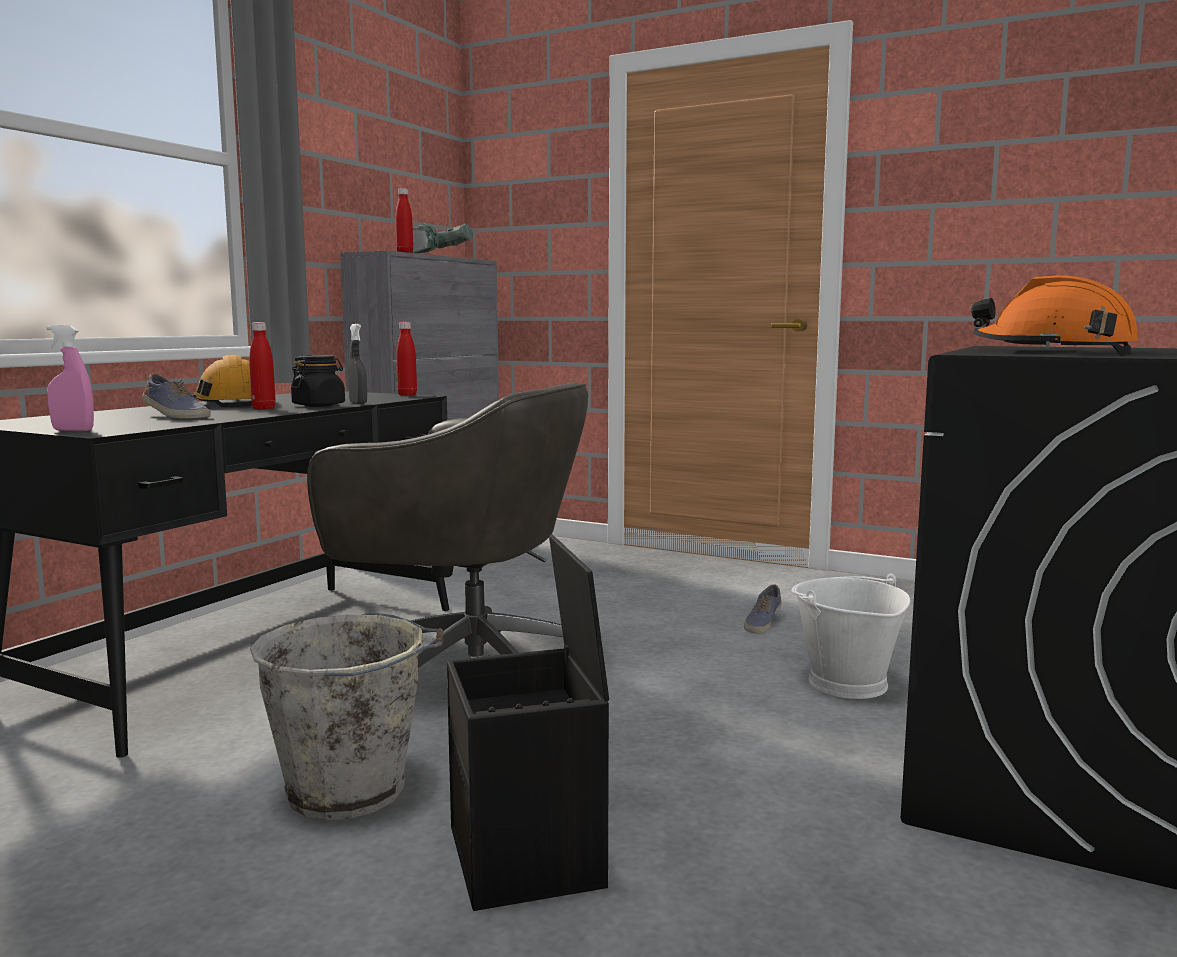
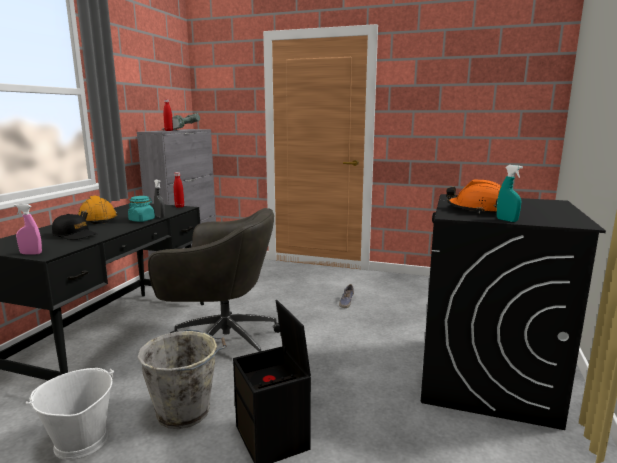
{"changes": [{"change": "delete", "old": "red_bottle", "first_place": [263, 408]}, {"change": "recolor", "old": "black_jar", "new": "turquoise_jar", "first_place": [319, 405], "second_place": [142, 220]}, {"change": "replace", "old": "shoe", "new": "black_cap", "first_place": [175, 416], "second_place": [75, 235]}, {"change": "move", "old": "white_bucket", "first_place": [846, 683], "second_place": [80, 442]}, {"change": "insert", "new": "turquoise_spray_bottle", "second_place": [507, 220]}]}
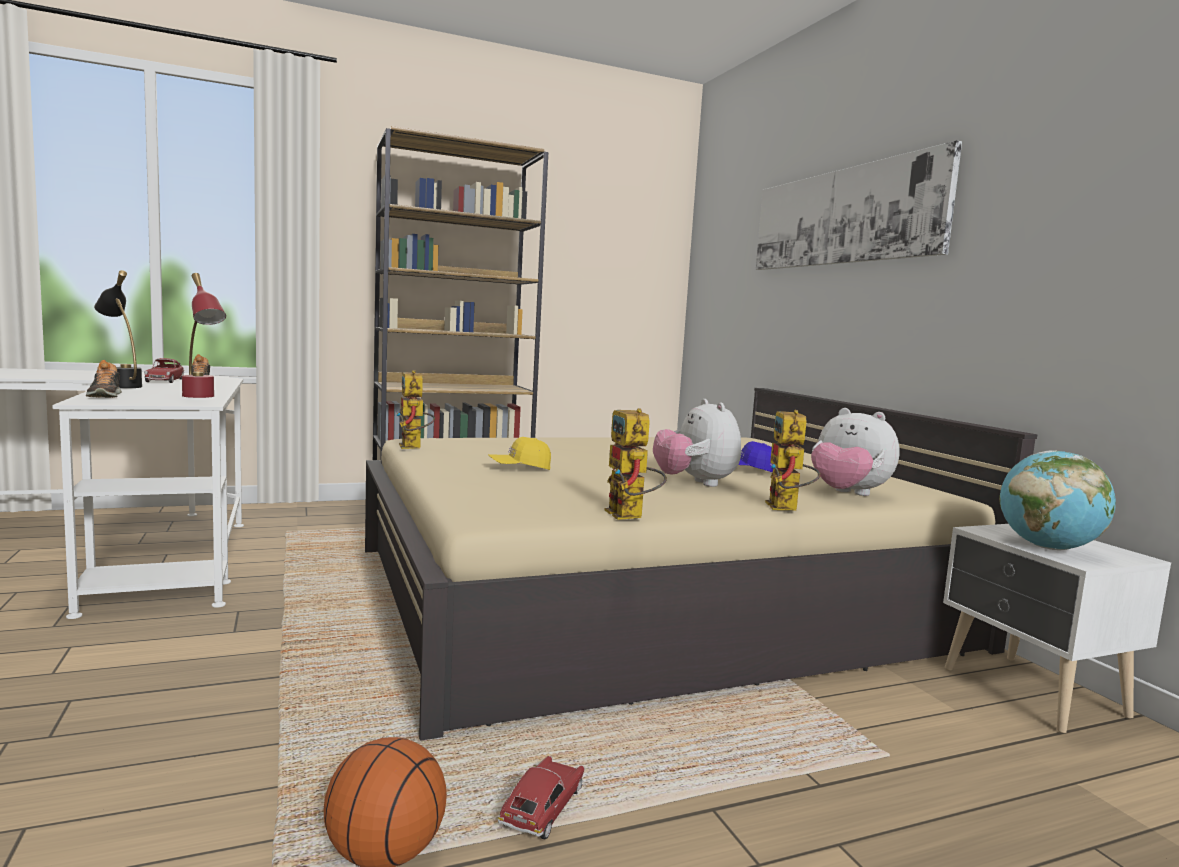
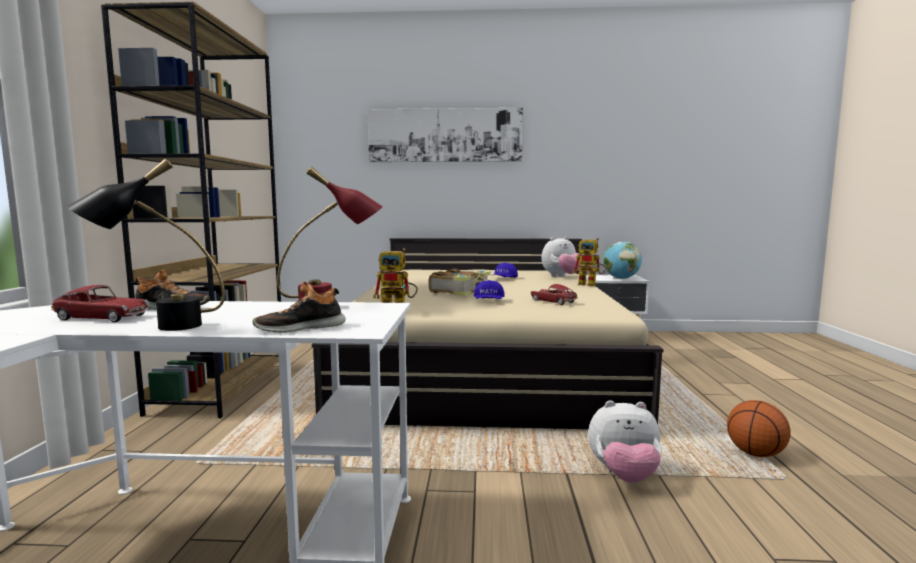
{"changes": [{"change": "rotate", "old": "shoe", "first_place": [104, 396], "second_place": [300, 328], "degrees": 150}, {"change": "move", "old": "plush_toy", "first_place": [695, 483], "second_place": [624, 476]}, {"change": "delete", "old": "toy_robot", "first_place": [630, 516]}, {"change": "recolor", "old": "yellow_cap", "new": "blue_cap", "first_place": [520, 468], "second_place": [489, 301]}, {"change": "move", "old": "toy_car", "first_place": [543, 808], "second_place": [553, 301]}, {"change": "insert", "new": "book", "second_place": [461, 291]}]}
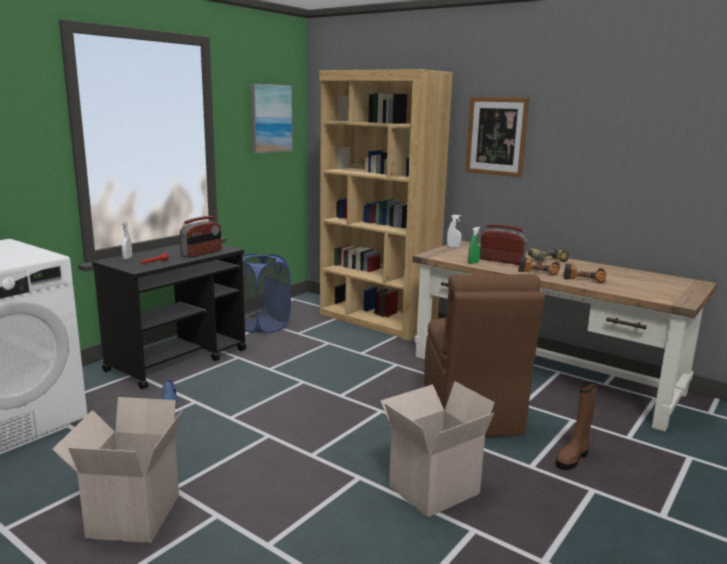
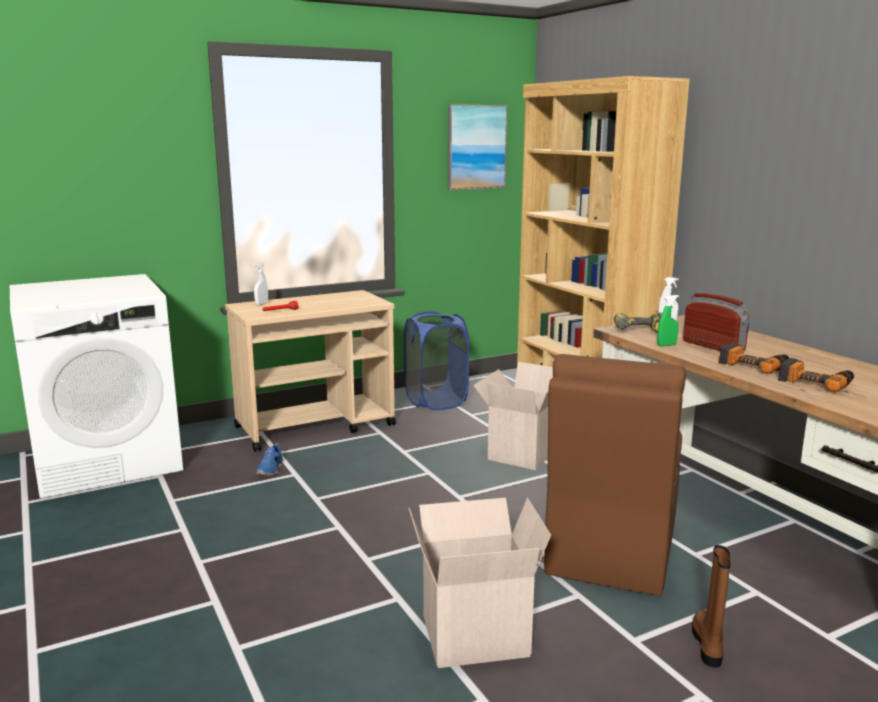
{"changes": [{"change": "delete", "old": "picture", "first_place": [496, 136]}, {"change": "delete", "old": "radio", "first_place": [202, 253]}, {"change": "recolor", "old": "black_cart", "new": "beige_cart", "first_place": [178, 360], "second_place": [316, 426]}, {"change": "move", "old": "power_drill", "first_place": [549, 261], "second_place": [639, 333]}, {"change": "rotate", "old": "brown_boot", "first_place": [573, 458], "second_place": [708, 645], "degrees": 120}, {"change": "move", "old": "cardboard_box", "first_place": [132, 514], "second_place": [521, 453]}]}
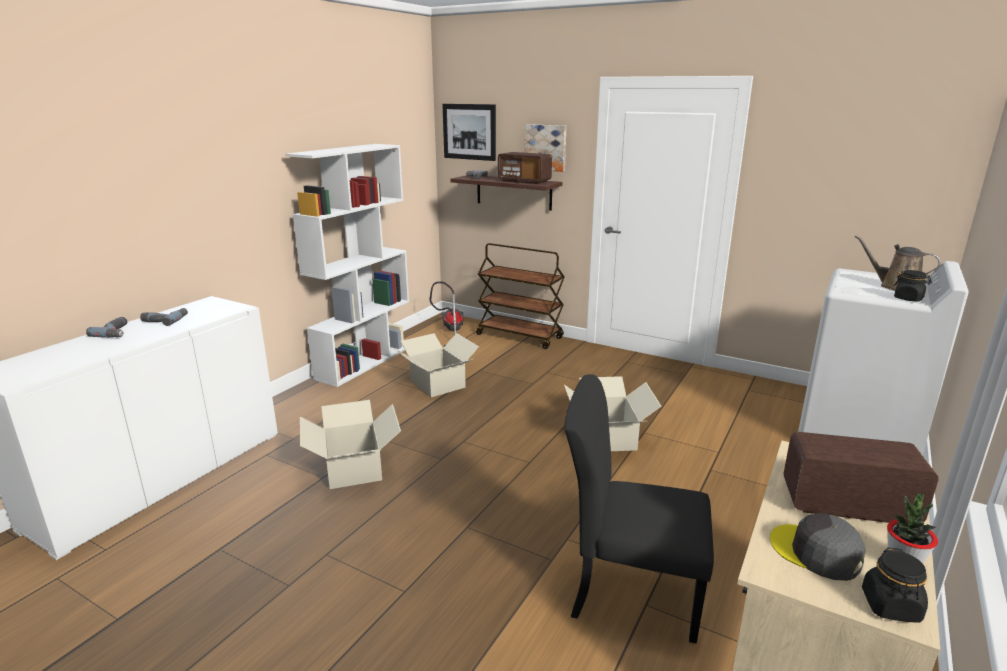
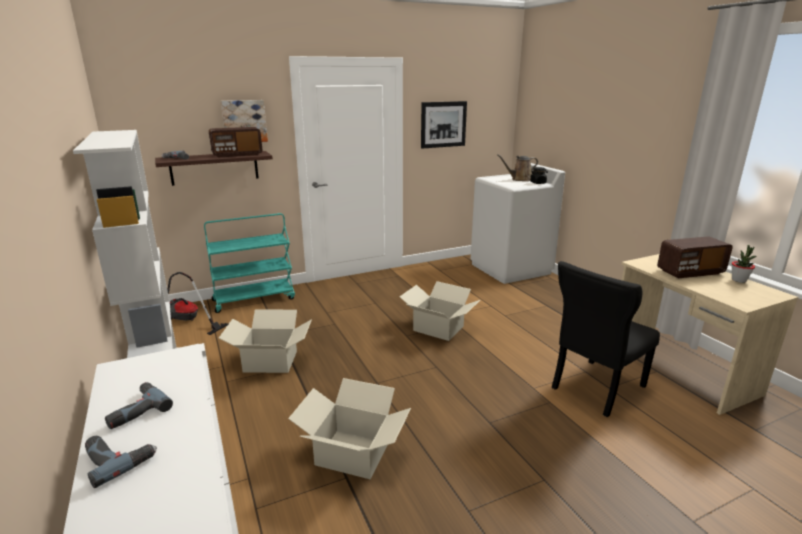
{"changes": [{"change": "move", "old": "picture", "first_place": [469, 132], "second_place": [443, 124]}, {"change": "recolor", "old": "brown_cart", "new": "turquoise_cart", "first_place": [520, 336], "second_place": [254, 299]}, {"change": "rotate", "old": "radio", "first_place": [848, 505], "second_place": [690, 272], "degrees": -150}, {"change": "delete", "old": "grey_cap", "first_place": [815, 552]}, {"change": "delete", "old": "black_jar", "first_place": [891, 606]}]}
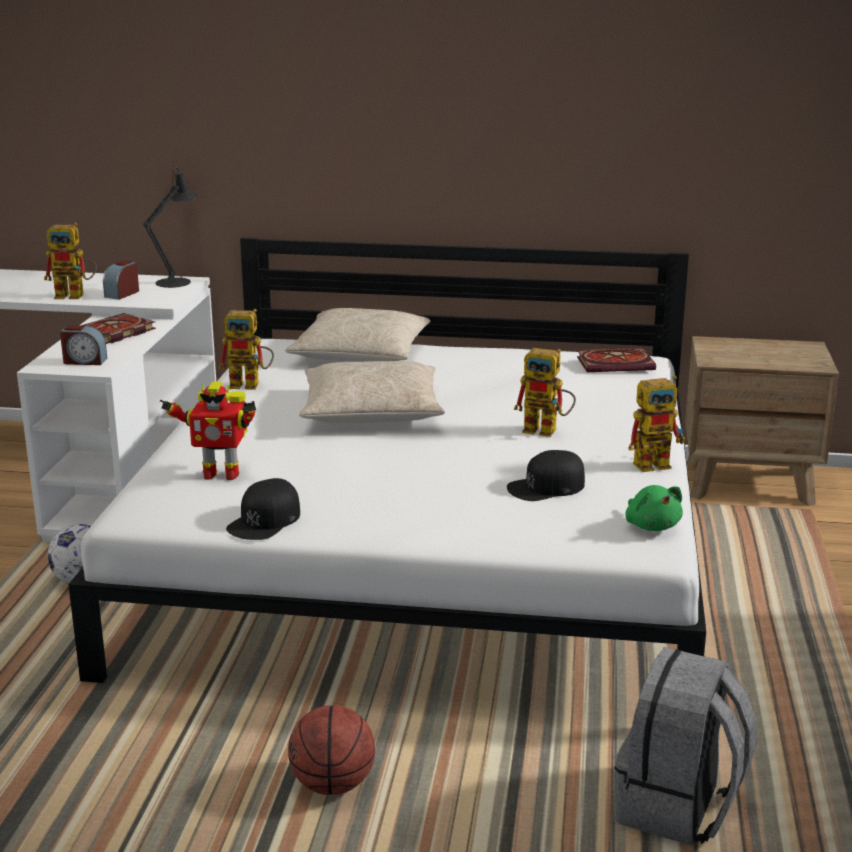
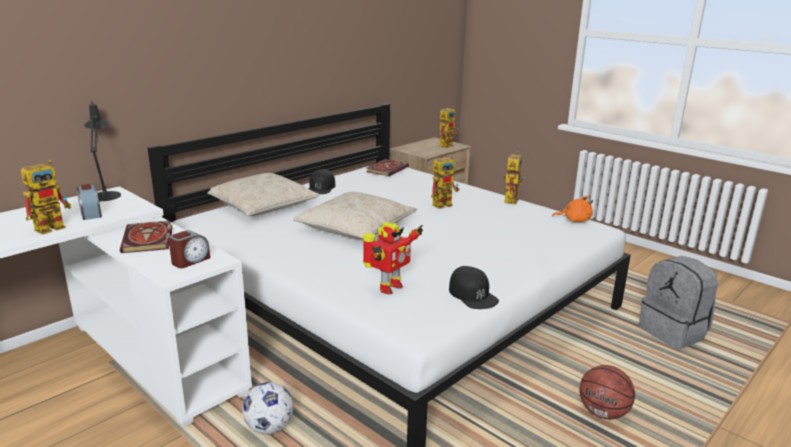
{"changes": [{"change": "move", "old": "toy_robot", "first_place": [251, 384], "second_place": [447, 145]}, {"change": "move", "old": "black_cap", "first_place": [546, 487], "second_place": [321, 187]}, {"change": "recolor", "old": "green_plush_toy", "new": "orange_plush_toy", "first_place": [651, 525], "second_place": [574, 220]}]}
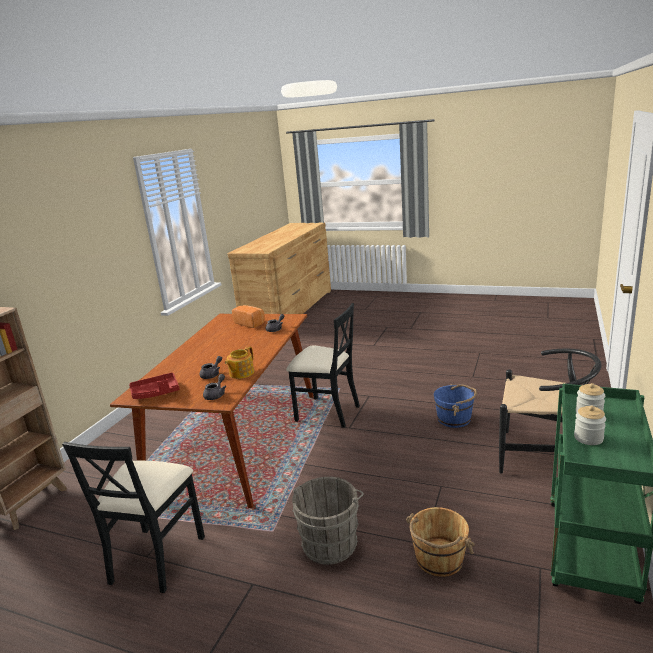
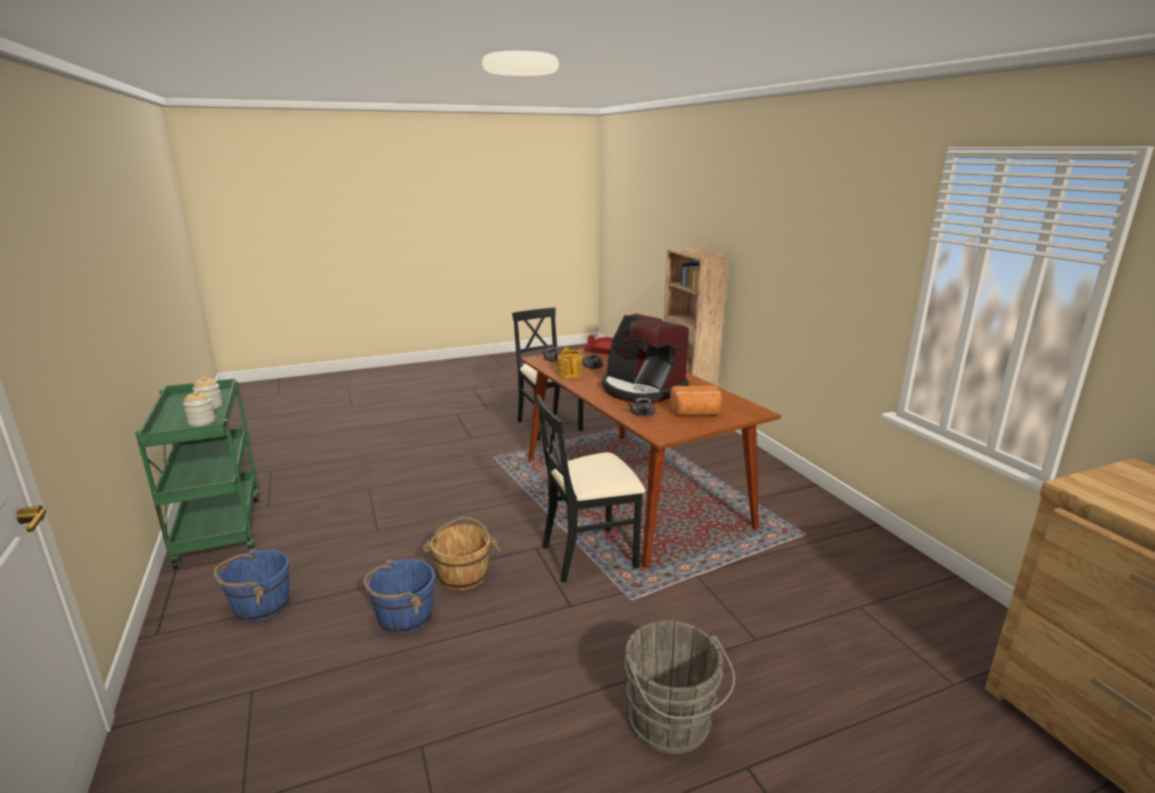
{"changes": [{"change": "replace", "old": "black_chair", "new": "blue_bucket", "first_place": [542, 456], "second_place": [260, 605]}, {"change": "move", "old": "grey_bucket", "first_place": [331, 541], "second_place": [672, 725]}, {"change": "move", "old": "brown_bucket", "first_place": [438, 559], "second_place": [463, 574]}, {"change": "insert", "new": "coffee_machine", "second_place": [641, 389]}]}
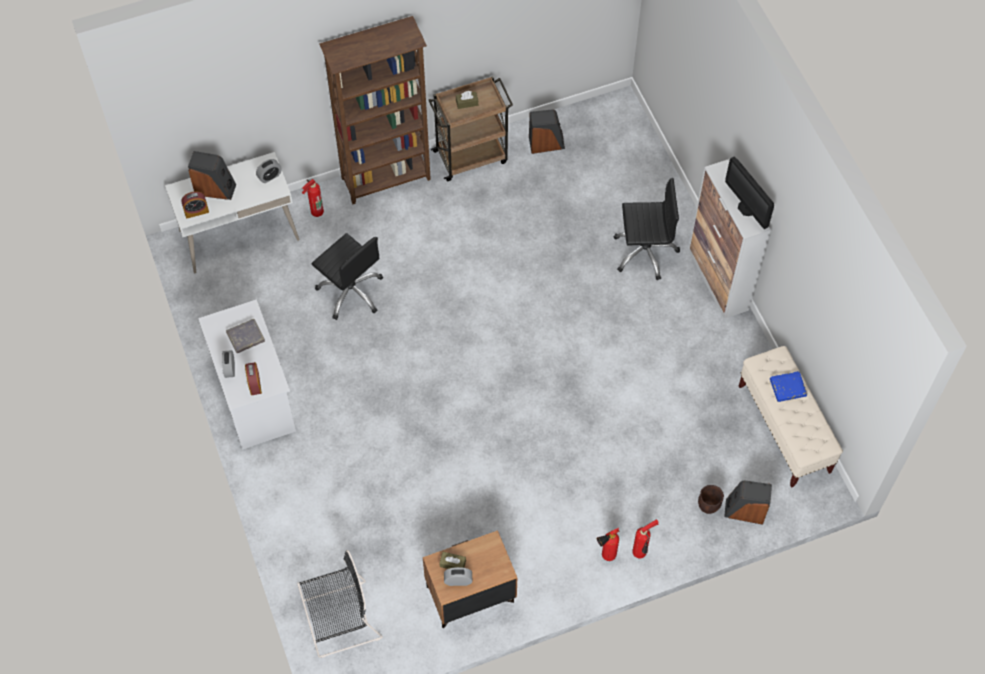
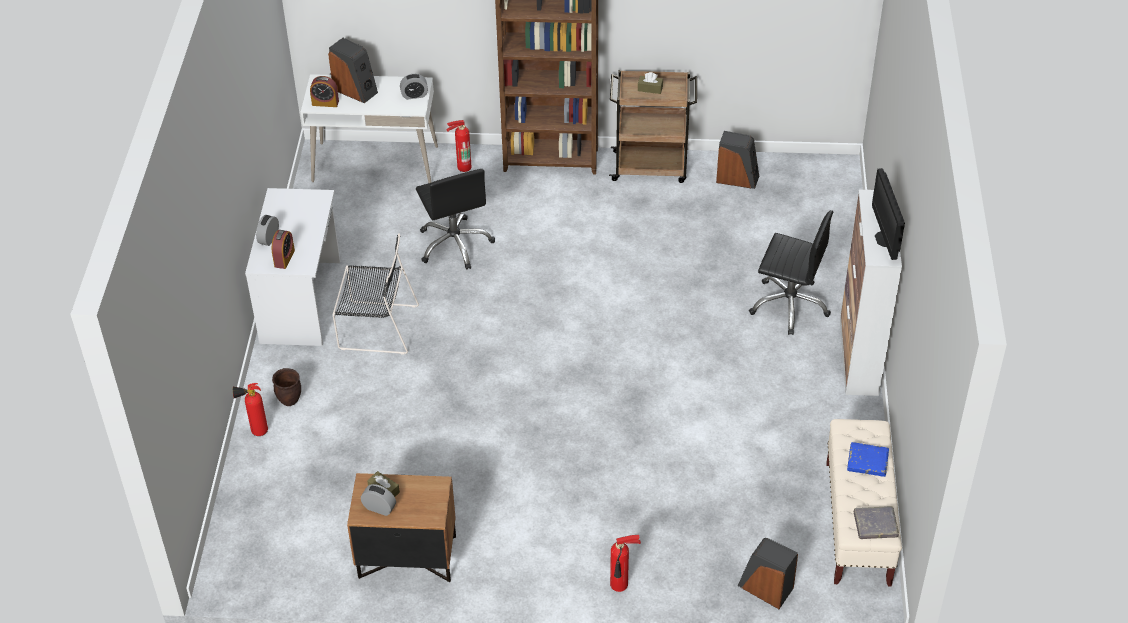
{"changes": [{"change": "move", "old": "grey_book", "first_place": [245, 337], "second_place": [875, 525]}, {"change": "move", "old": "brown_planter", "first_place": [708, 507], "second_place": [289, 401]}, {"change": "move", "old": "fire_extinguisher", "first_place": [605, 557], "second_place": [255, 432]}, {"change": "move", "old": "black_chair", "first_place": [339, 620], "second_place": [375, 327]}]}
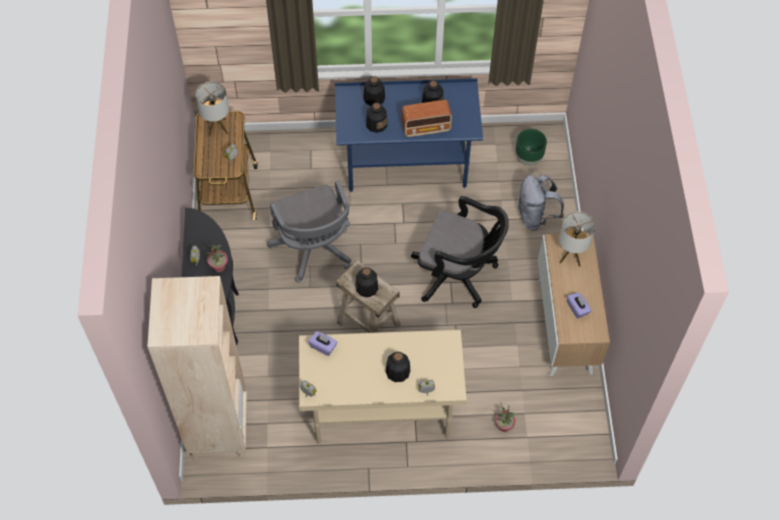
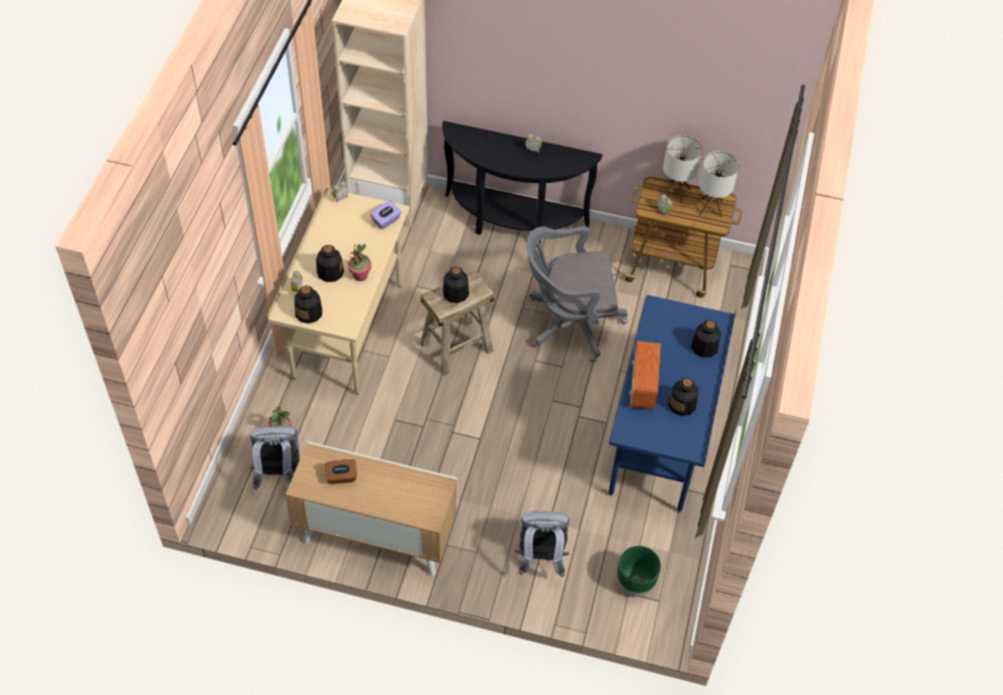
{"changes": [{"change": "move", "old": "bottle", "first_place": [376, 124], "second_place": [309, 313]}, {"change": "delete", "old": "black_office_chair", "first_place": [458, 275]}, {"change": "move", "old": "table_lamp", "first_place": [571, 256], "second_place": [675, 192]}, {"change": "move", "old": "potted_plant", "first_place": [219, 267], "second_place": [360, 275]}, {"change": "recolor", "old": "purple_tissue_box", "new": "brown_tissue_box", "first_place": [577, 309], "second_place": [341, 477]}, {"change": "insert", "new": "grey_backpack", "second_place": [279, 475]}]}
